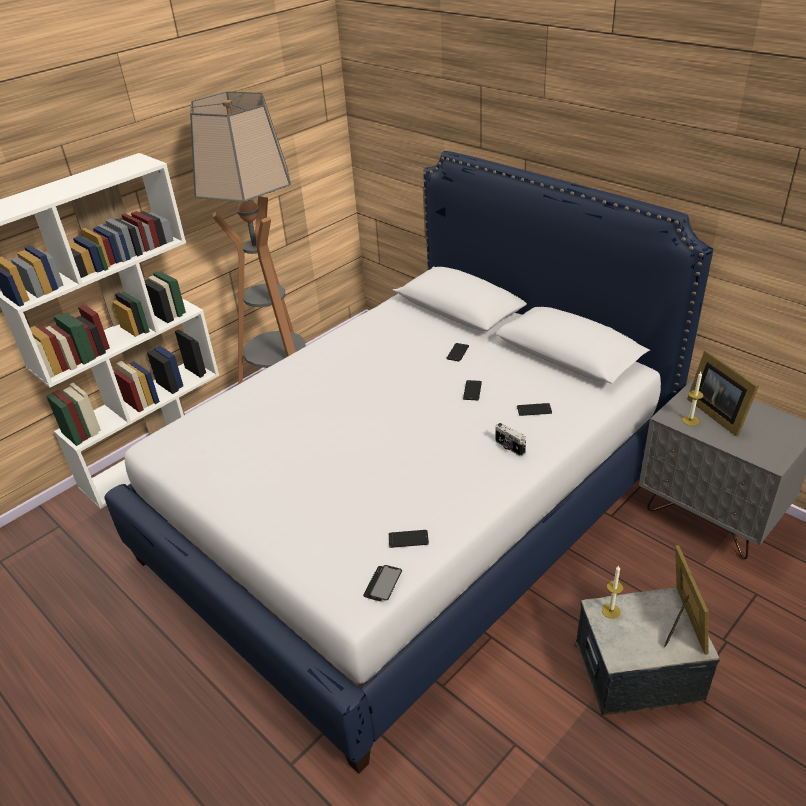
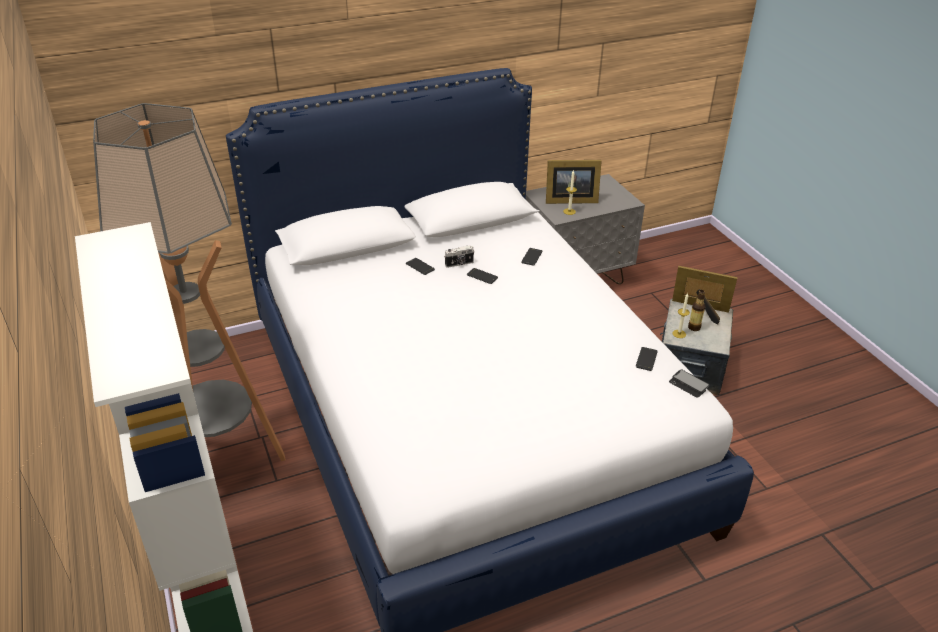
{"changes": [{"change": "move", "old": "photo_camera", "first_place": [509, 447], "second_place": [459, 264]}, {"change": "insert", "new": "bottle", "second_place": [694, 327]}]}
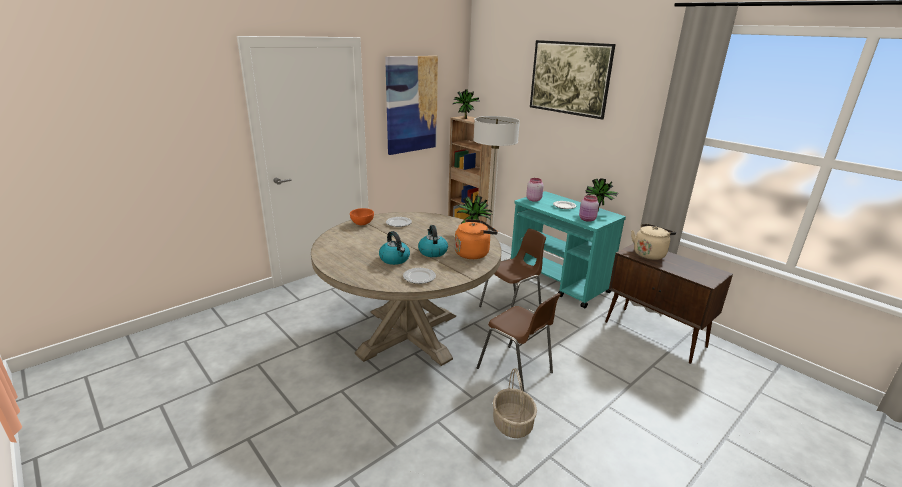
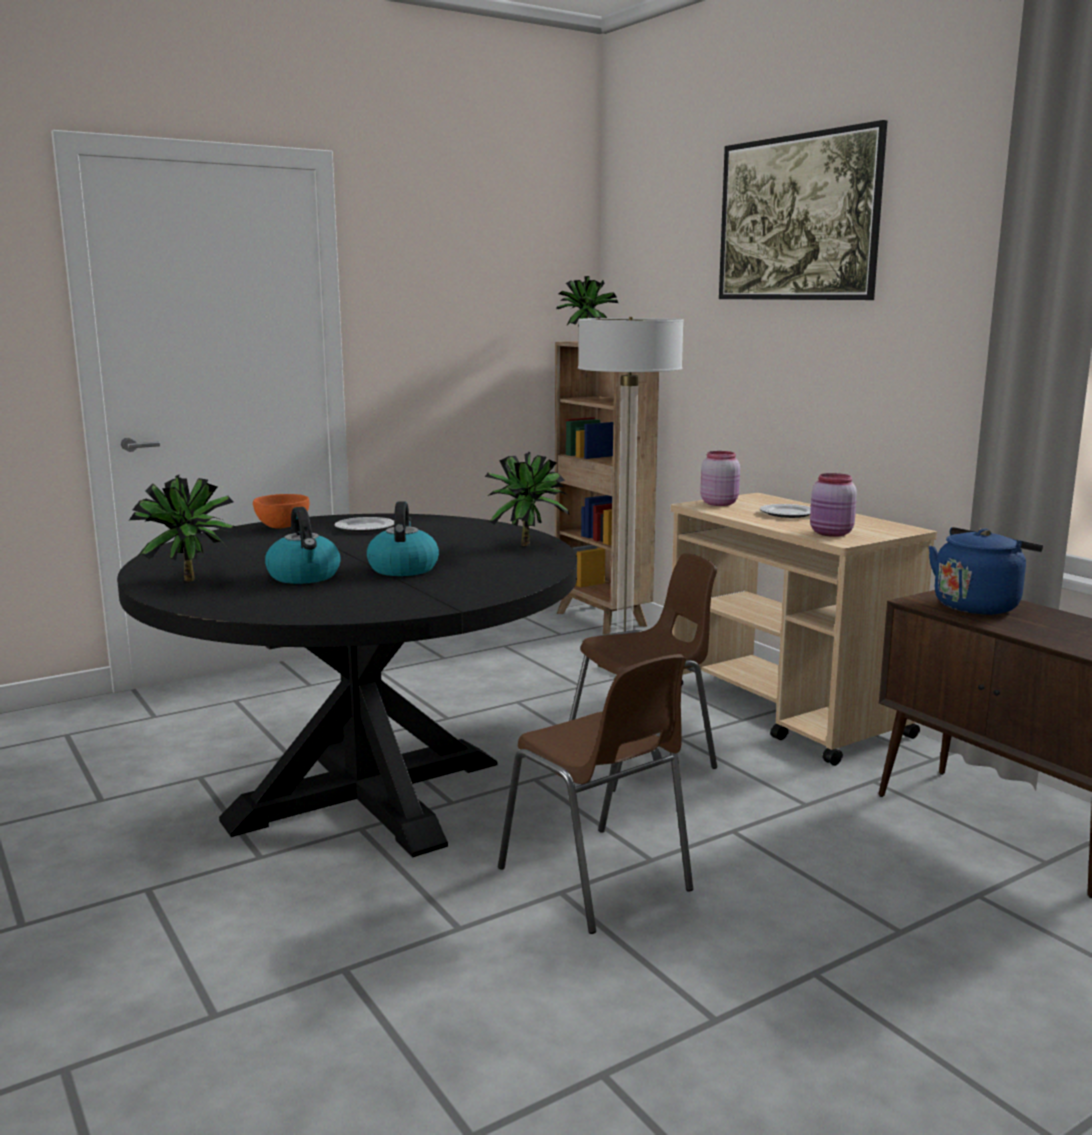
{"changes": [{"change": "delete", "old": "picture", "first_place": [411, 105]}, {"change": "move", "old": "potted_plant", "first_place": [598, 211], "second_place": [190, 582]}, {"change": "recolor", "old": "turquoise_cart", "new": "beige_cart", "first_place": [559, 283], "second_place": [786, 713]}, {"change": "recolor", "old": "beige_dining_table", "new": "black_dining_table", "first_place": [408, 334], "second_place": [366, 791]}, {"change": "delete", "old": "orange_kettle", "first_place": [473, 253]}, {"change": "recolor", "old": "beige_kettle", "new": "blue_kettle", "first_place": [649, 254], "second_place": [978, 605]}, {"change": "delete", "old": "plate", "first_place": [419, 277]}, {"change": "delete", "old": "basket", "first_place": [513, 424]}]}
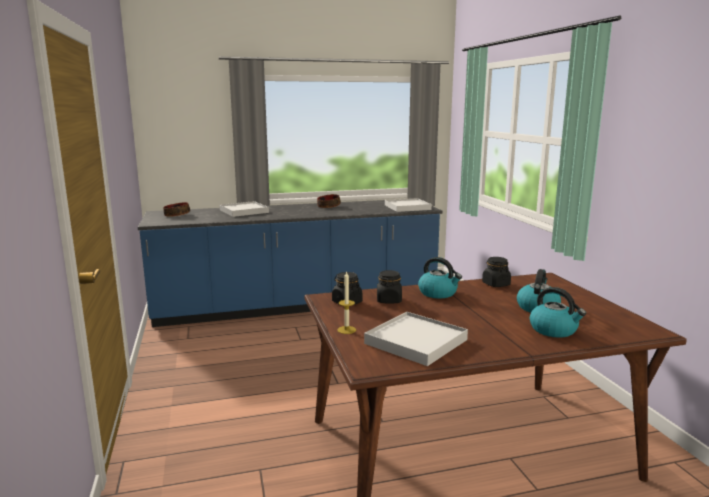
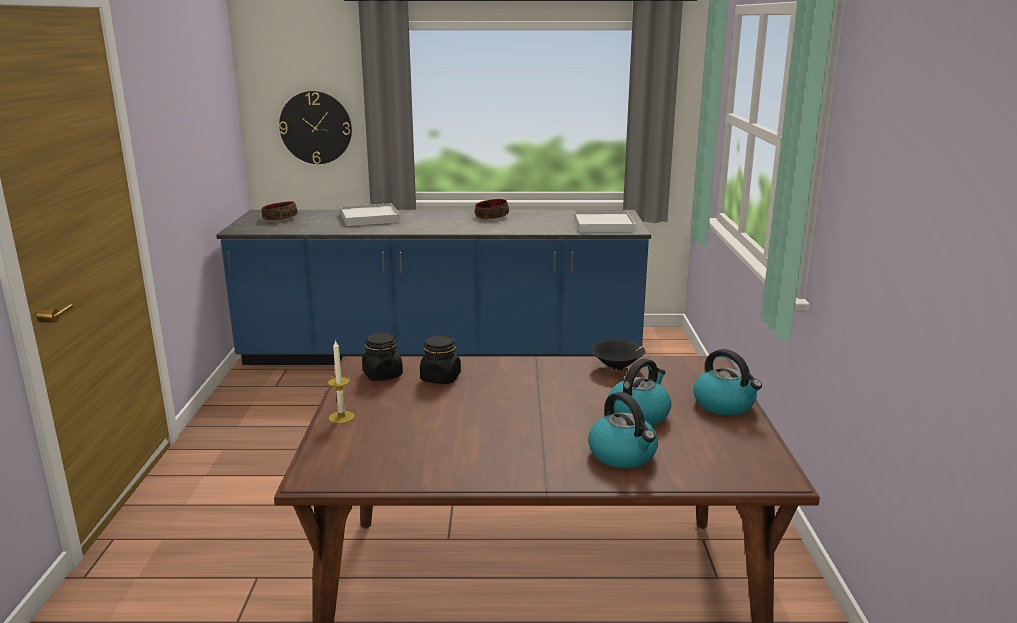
{"changes": [{"change": "move", "old": "kettle", "first_place": [438, 293], "second_place": [725, 405]}, {"change": "replace", "old": "black_jar", "new": "black_bowl", "first_place": [495, 284], "second_place": [618, 368]}, {"change": "delete", "old": "white_tray", "first_place": [416, 341]}, {"change": "insert", "new": "wall_clock", "second_place": [315, 127]}]}
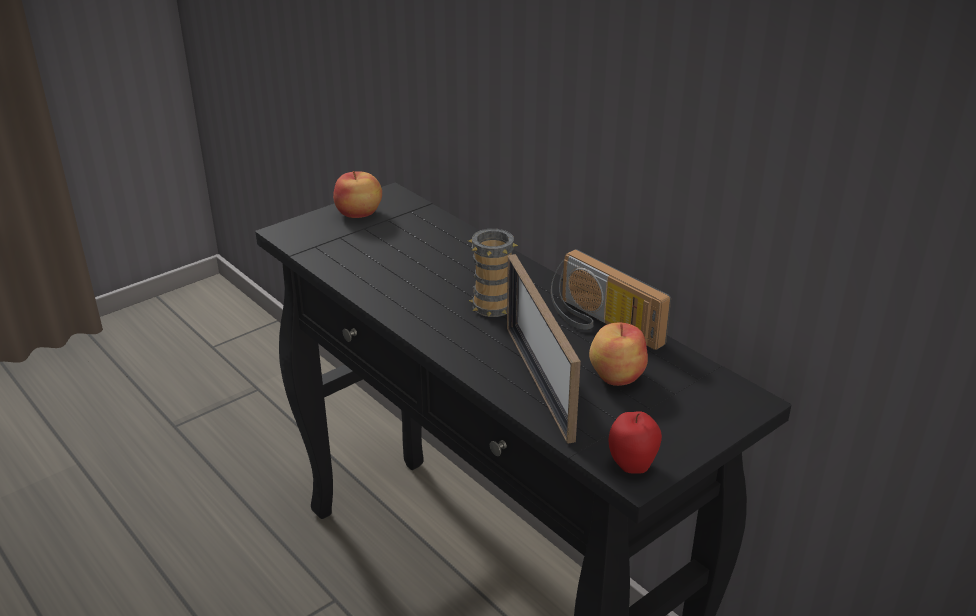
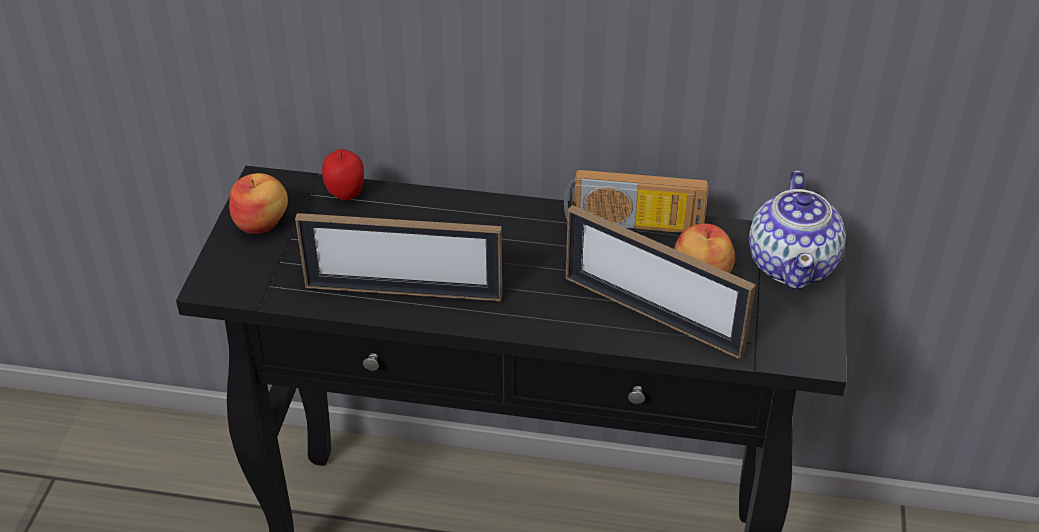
{"changes": [{"change": "delete", "old": "mug", "first_place": [494, 301]}, {"change": "move", "old": "apple", "first_place": [632, 465], "second_place": [345, 194]}, {"change": "insert", "new": "teapot", "second_place": [793, 264]}, {"change": "insert", "new": "picture_frame", "second_place": [403, 291]}]}
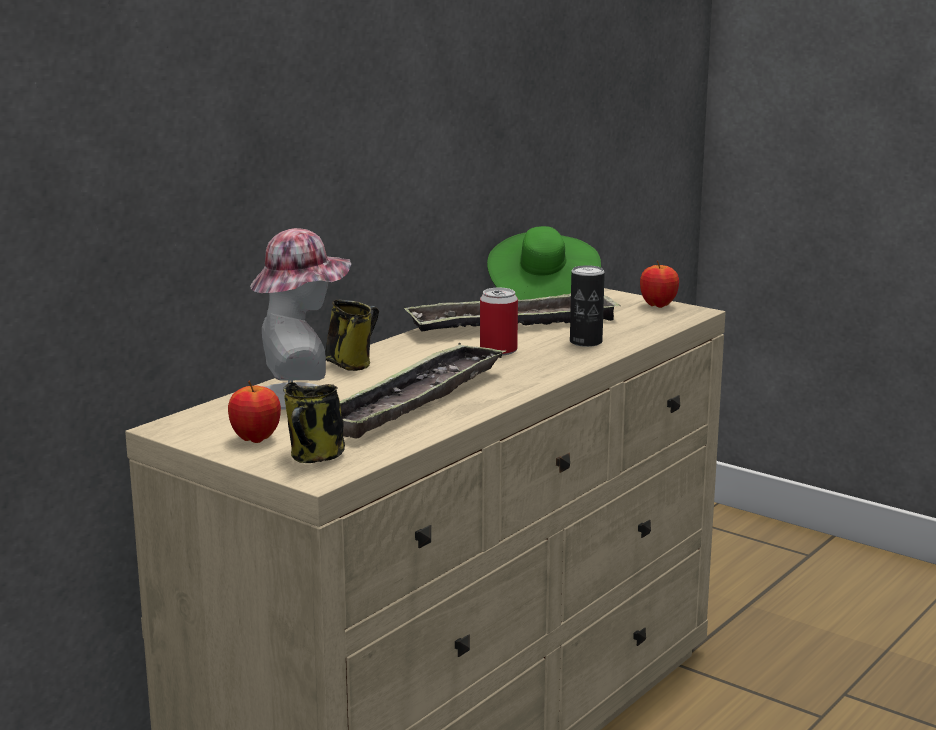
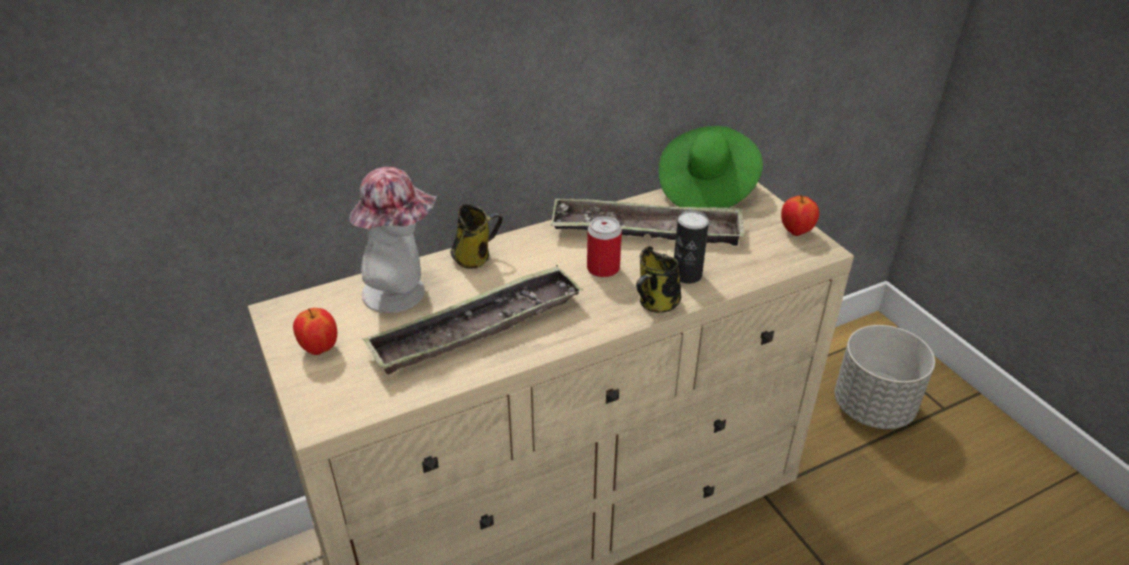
{"changes": [{"change": "move", "old": "mug", "first_place": [315, 458], "second_place": [656, 304]}, {"change": "insert", "new": "grey_planter", "second_place": [872, 408]}]}
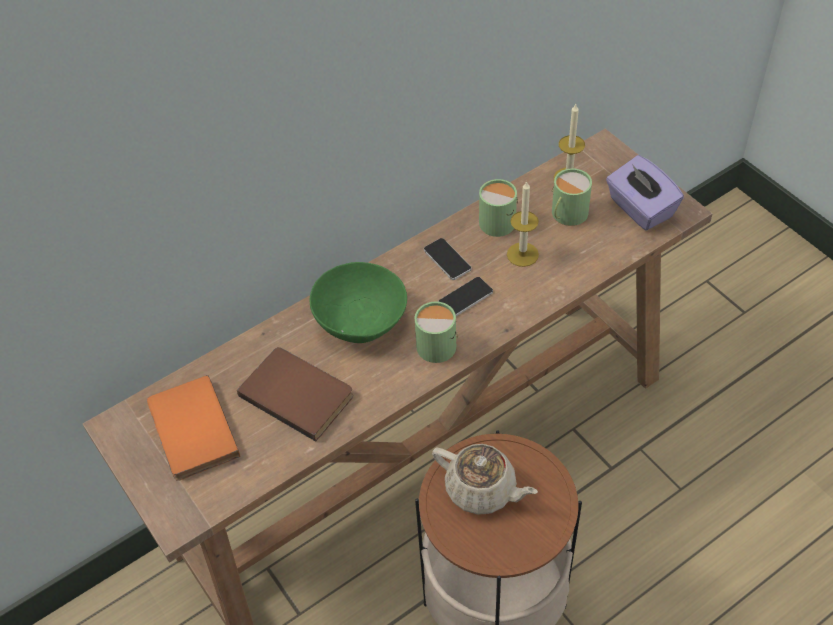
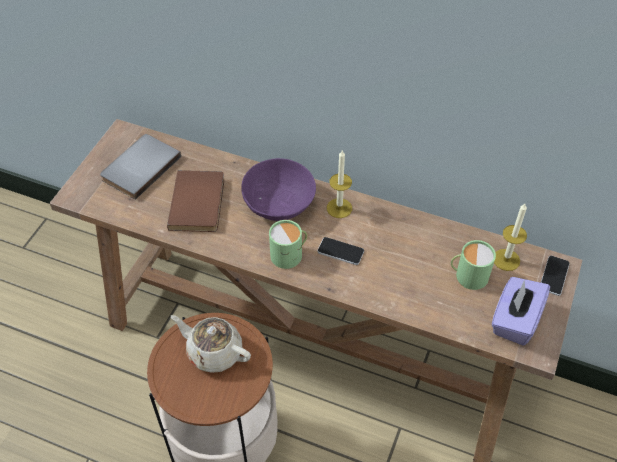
{"changes": [{"change": "delete", "old": "green_mug", "first_place": [499, 220]}, {"change": "move", "old": "candle", "first_place": [522, 254], "second_place": [339, 208]}, {"change": "move", "old": "phone", "first_place": [447, 259], "second_place": [554, 276]}, {"change": "recolor", "old": "green_bowl", "new": "purple_bowl", "first_place": [360, 320], "second_place": [279, 204]}, {"change": "recolor", "old": "orange_book", "new": "grey_book", "first_place": [190, 431], "second_place": [139, 167]}, {"change": "rotate", "old": "beige_teapot", "first_place": [482, 490], "second_place": [214, 352], "degrees": 120}]}
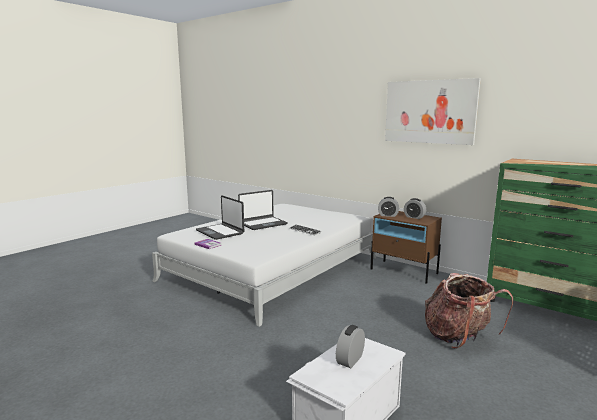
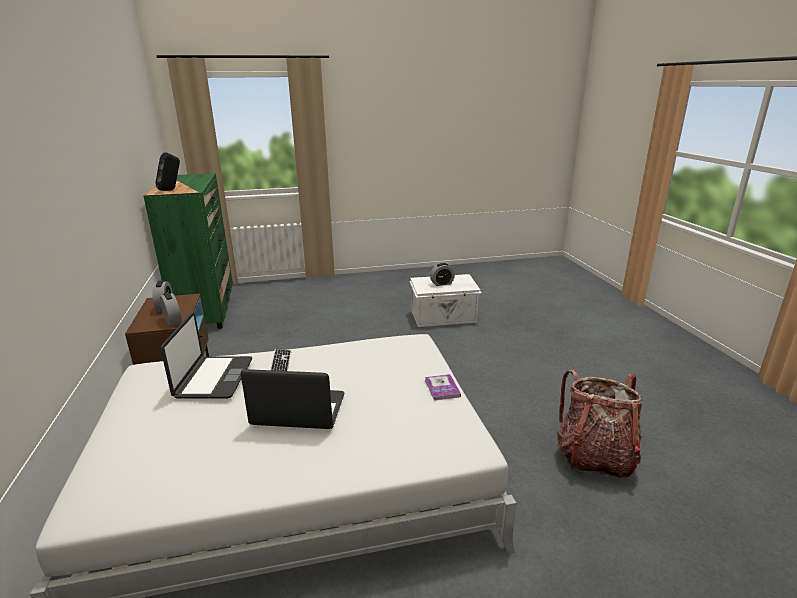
{"changes": [{"change": "delete", "old": "picture", "first_place": [429, 112]}, {"change": "move", "old": "laptop", "first_place": [220, 232], "second_place": [213, 378]}, {"change": "move", "old": "backpack", "first_place": [459, 337], "second_place": [594, 457]}, {"change": "insert", "new": "black_speaker", "second_place": [171, 190]}]}
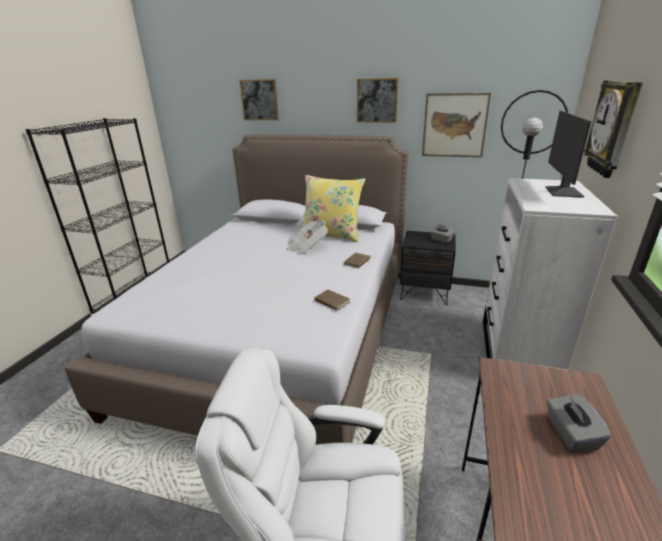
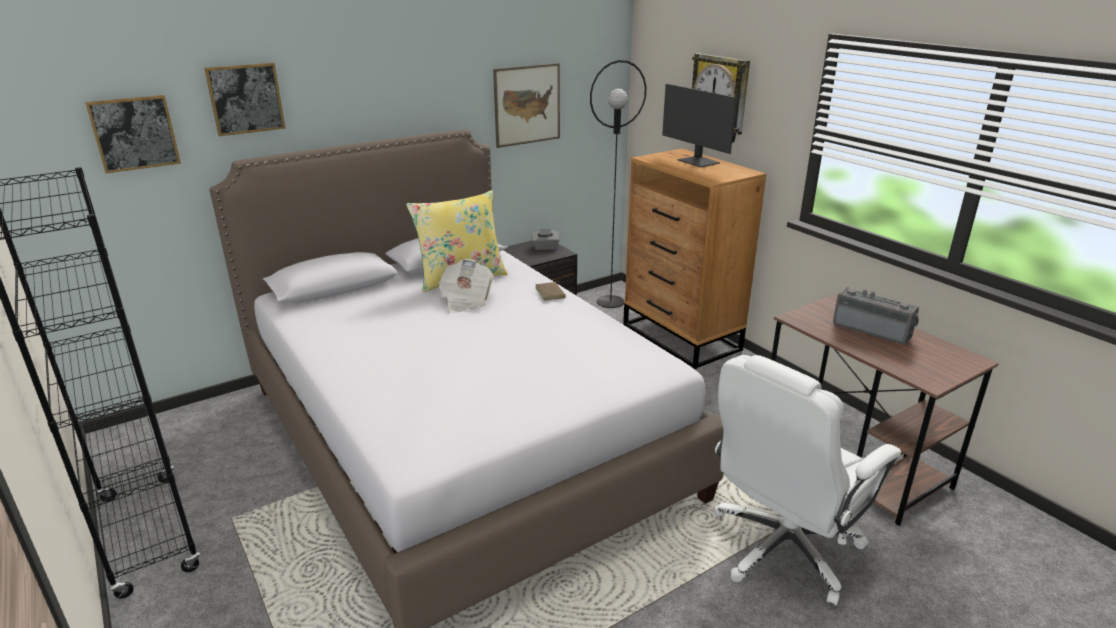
{"changes": [{"change": "move", "old": "picture", "first_place": [377, 100], "second_place": [134, 133]}, {"change": "recolor", "old": "white_dresser", "new": "brown_dresser", "first_place": [516, 353], "second_place": [681, 337]}, {"change": "delete", "old": "brown_book", "first_place": [331, 302]}, {"change": "replace", "old": "grey_tissue_box", "new": "radio", "first_place": [570, 434], "second_place": [872, 329]}]}
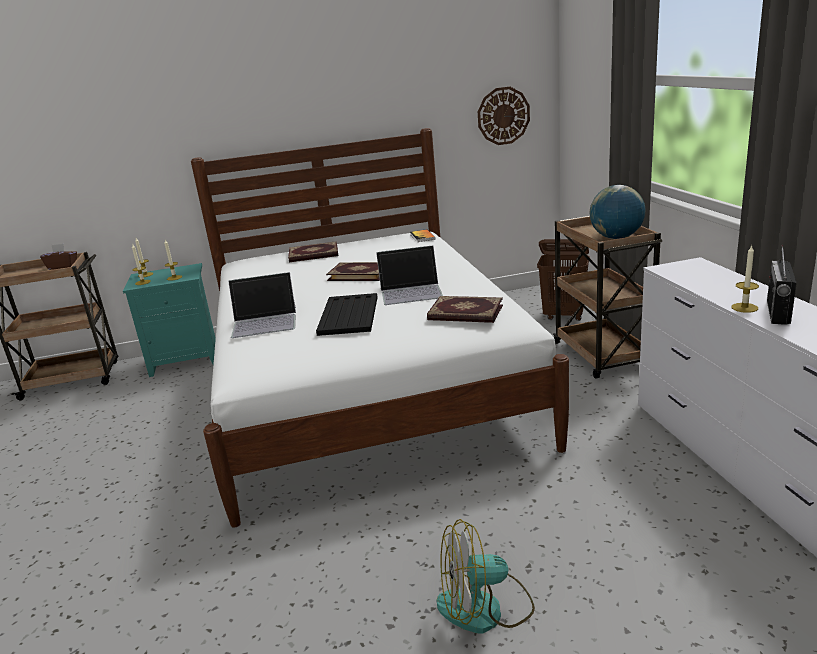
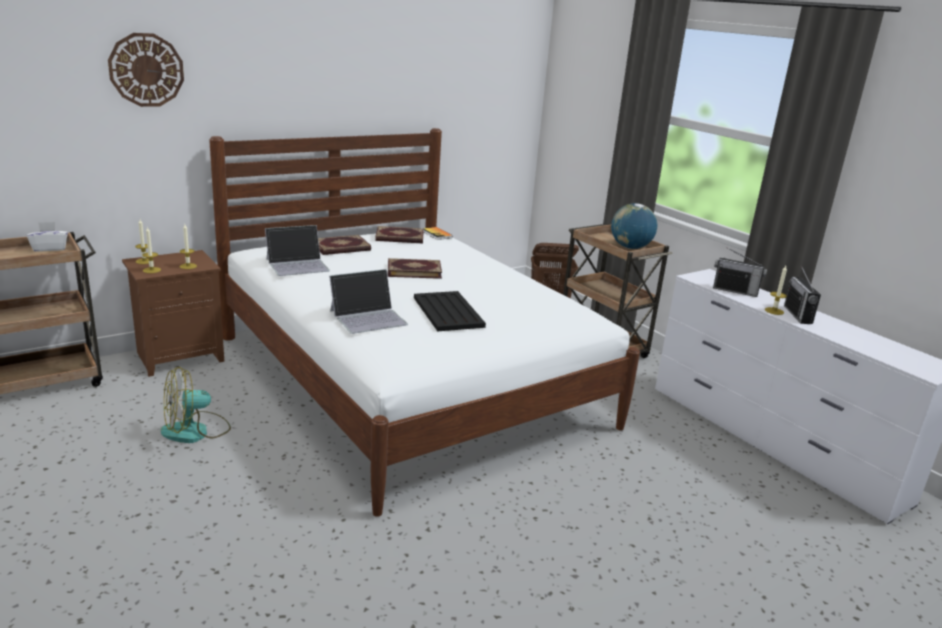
{"changes": [{"change": "move", "old": "wall_clock", "first_place": [503, 116], "second_place": [146, 70]}, {"change": "recolor", "old": "brown_tissue_box", "new": "white_tissue_box", "first_place": [62, 266], "second_place": [50, 248]}, {"change": "move", "old": "laptop", "first_place": [411, 291], "second_place": [298, 265]}, {"change": "recolor", "old": "turquoise_nightstand", "new": "brown_nightstand", "first_place": [186, 359], "second_place": [180, 356]}, {"change": "move", "old": "book", "first_place": [465, 313], "second_place": [399, 238]}, {"change": "move", "old": "fan", "first_place": [485, 608], "second_place": [196, 431]}, {"change": "insert", "new": "radio", "second_place": [735, 291]}]}
